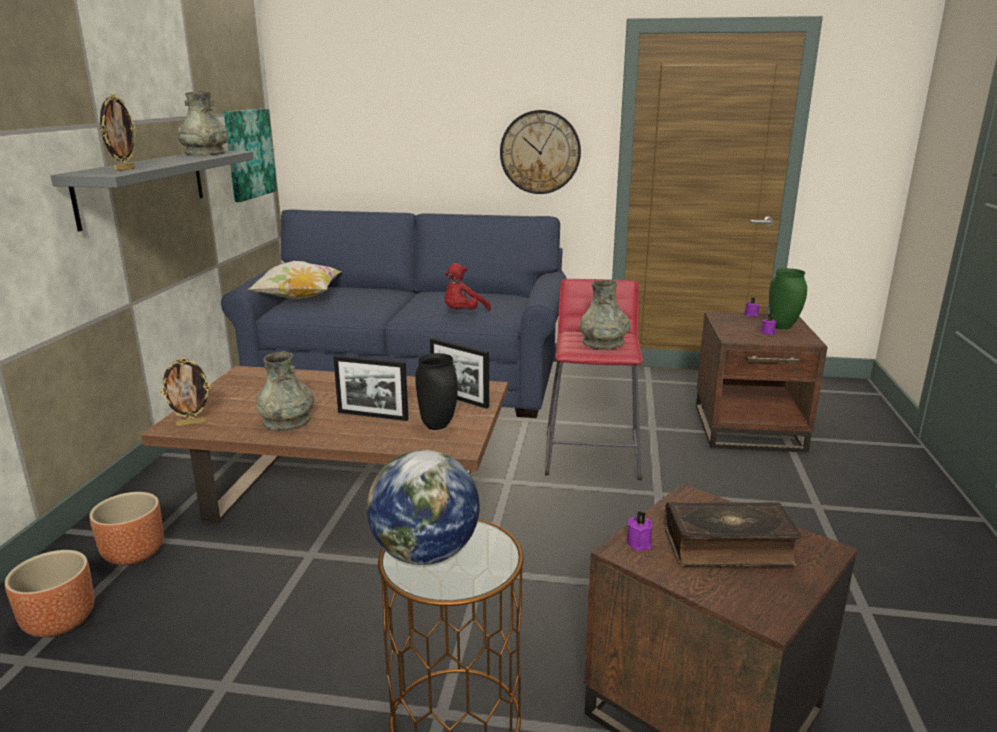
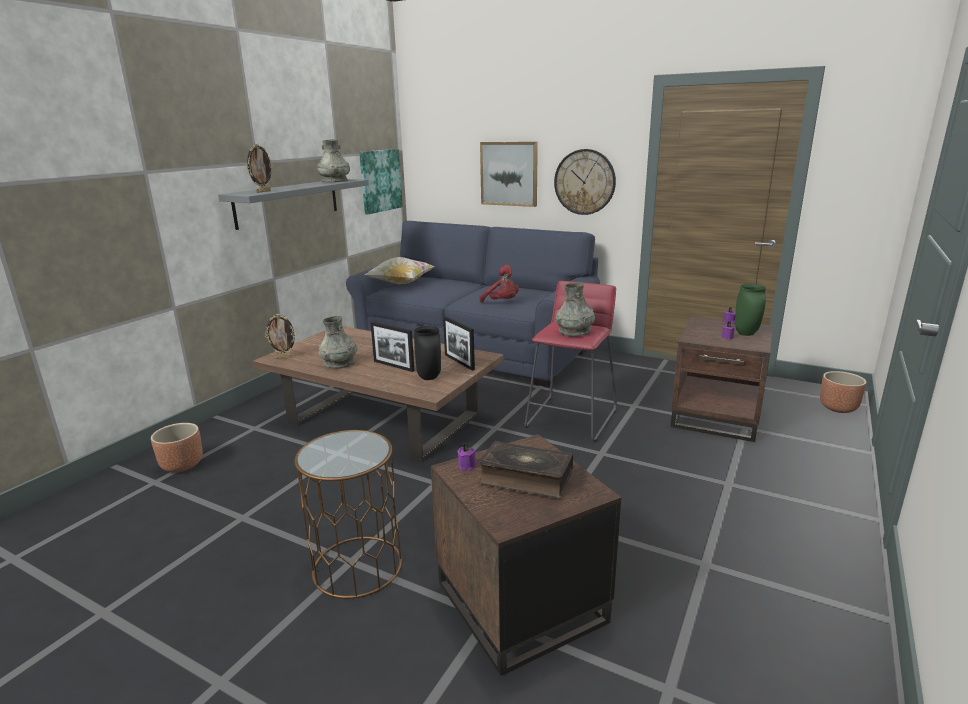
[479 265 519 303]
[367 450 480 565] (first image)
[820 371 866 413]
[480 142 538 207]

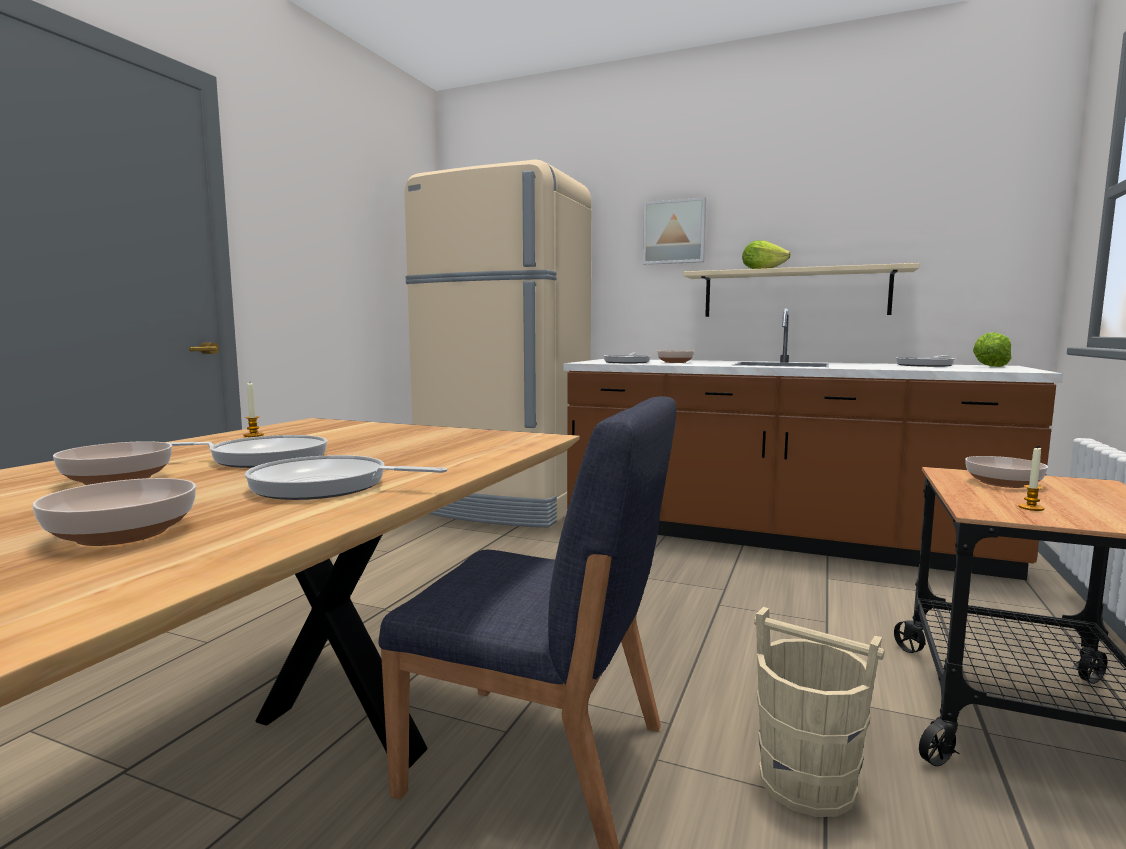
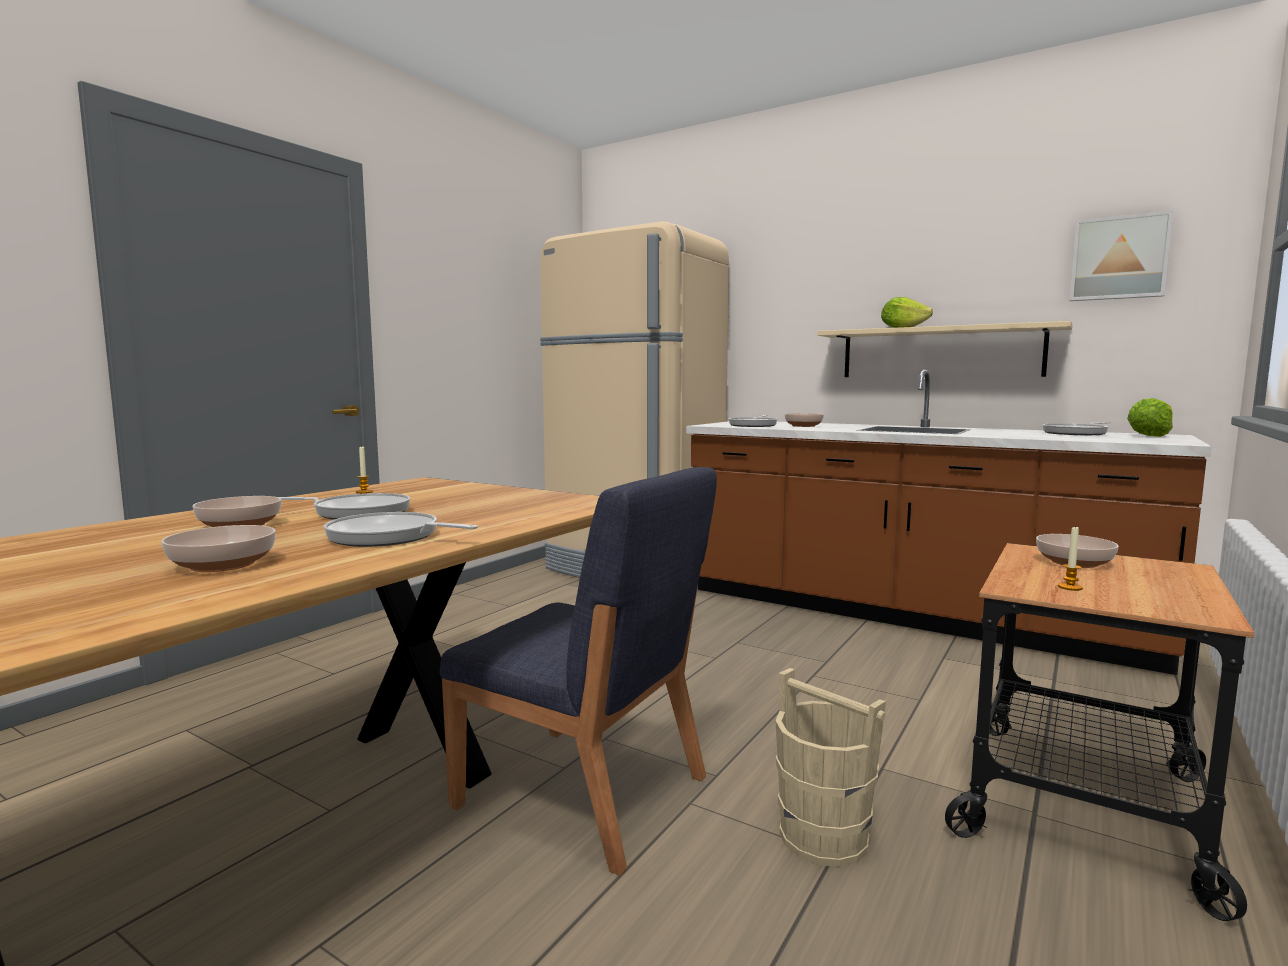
[1070 211 1173 301]

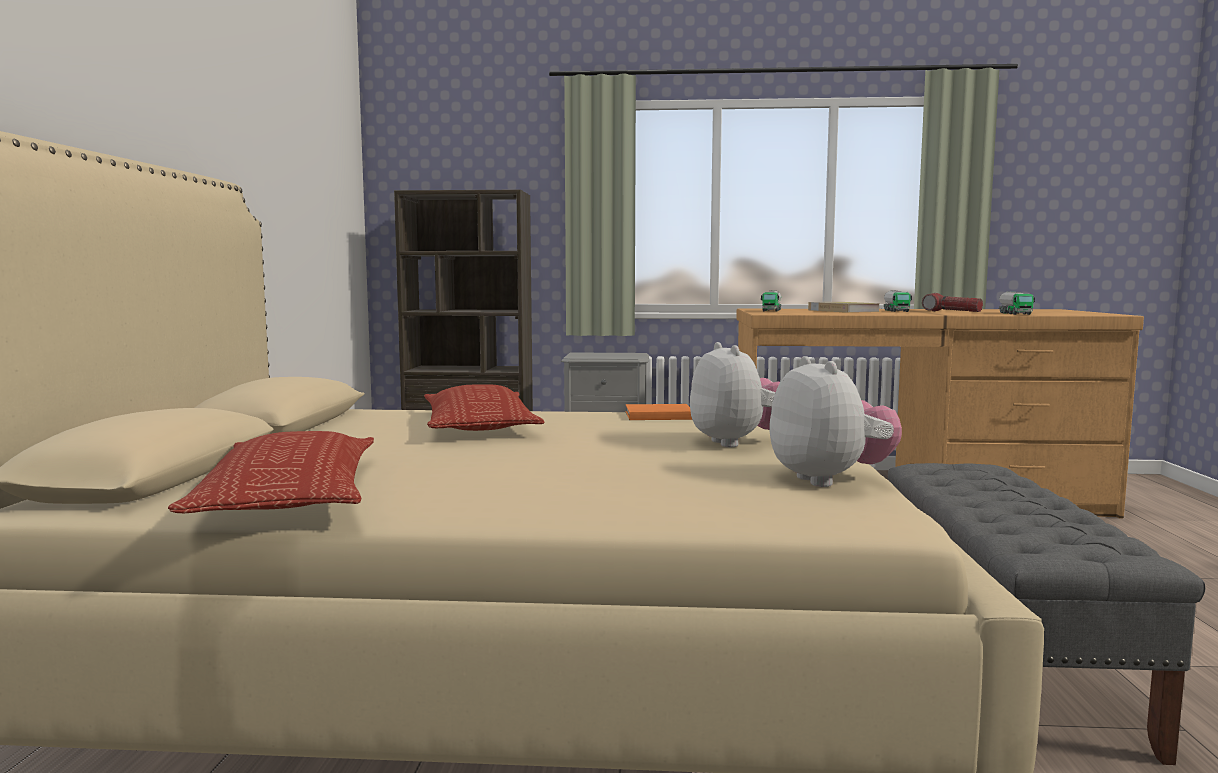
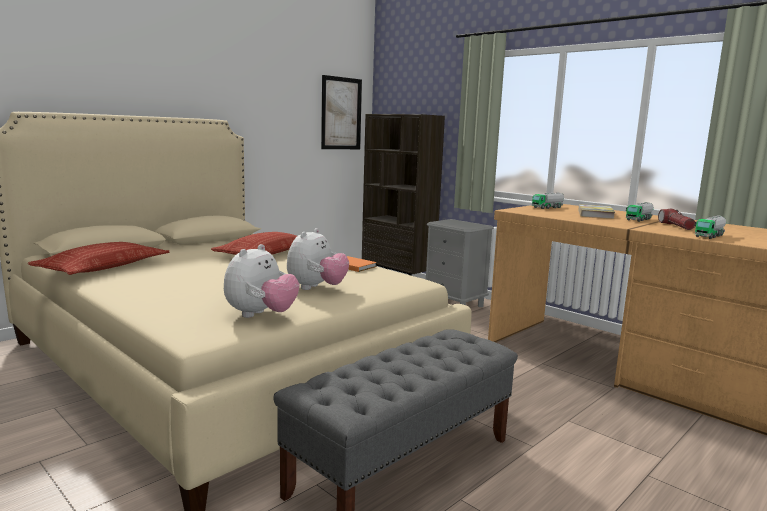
[321 75 362 149]

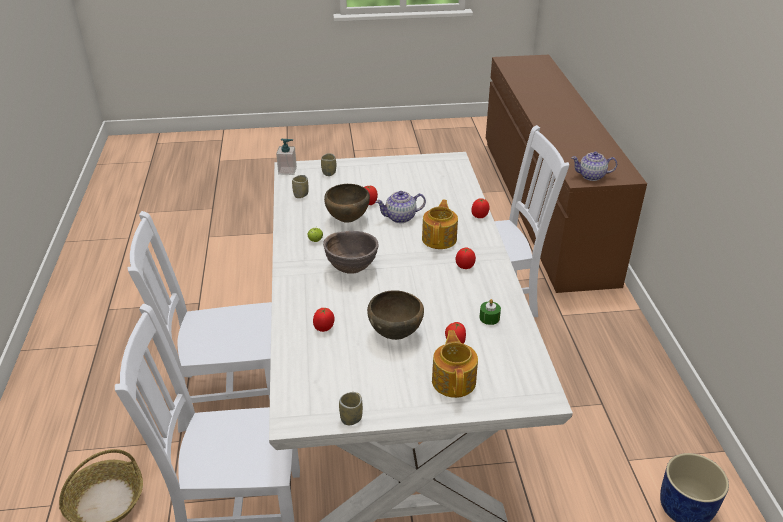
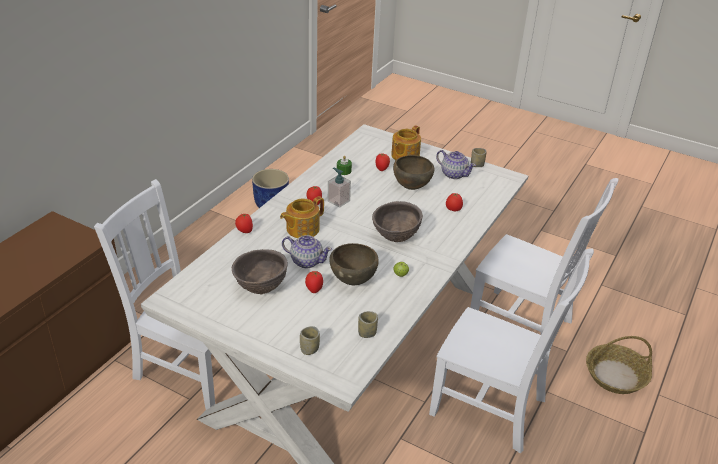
[328 168 351 208]
[436 150 476 179]
[232 249 288 295]

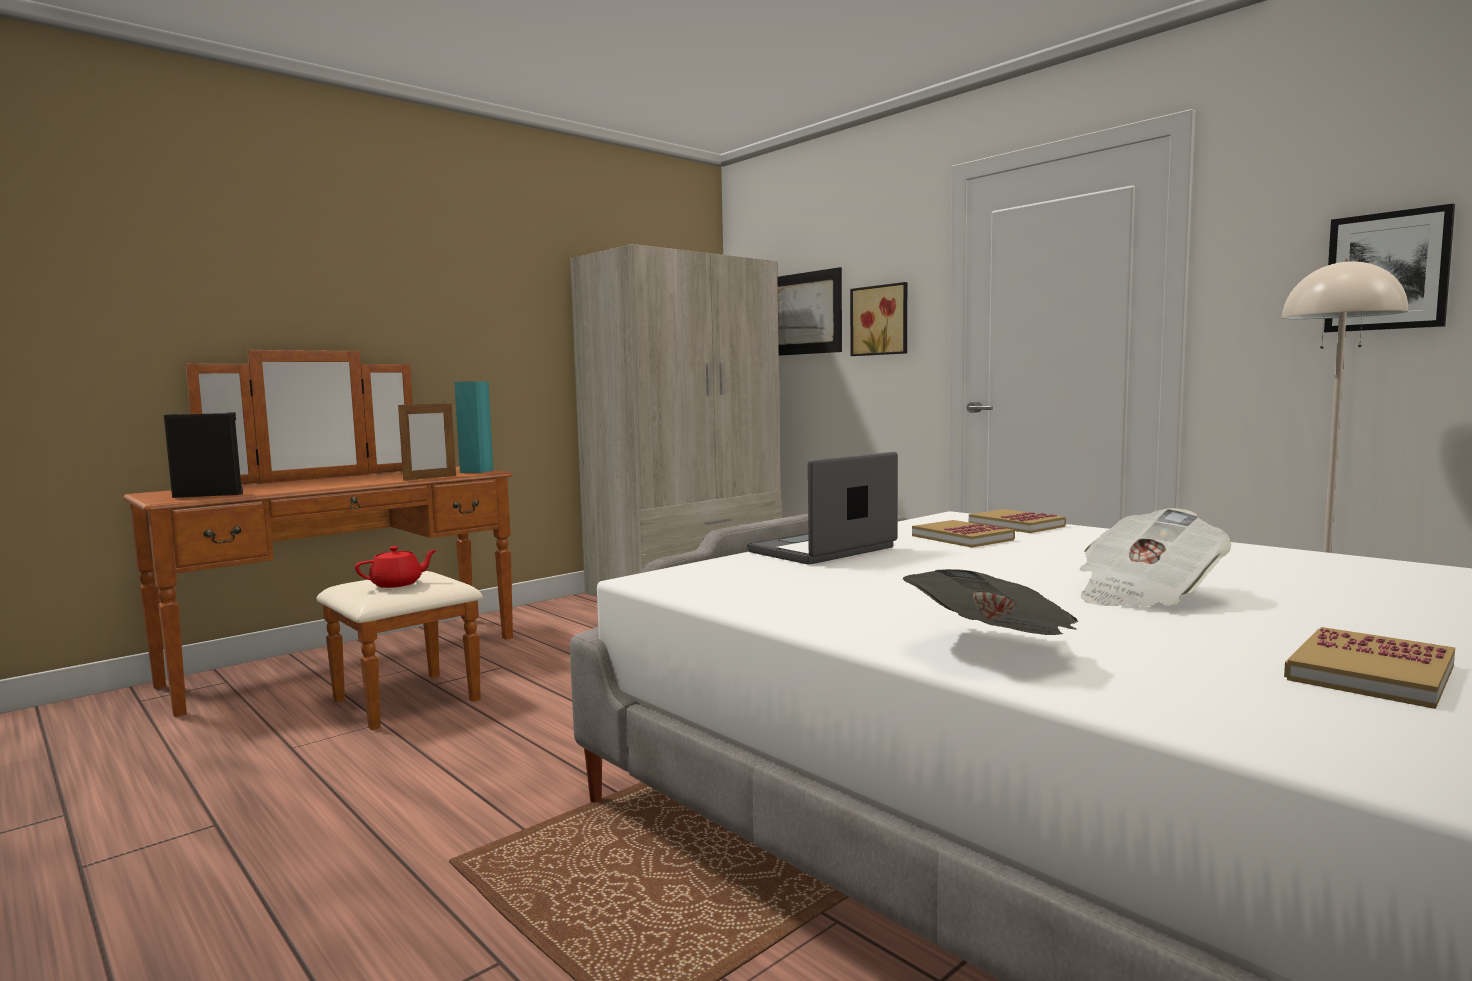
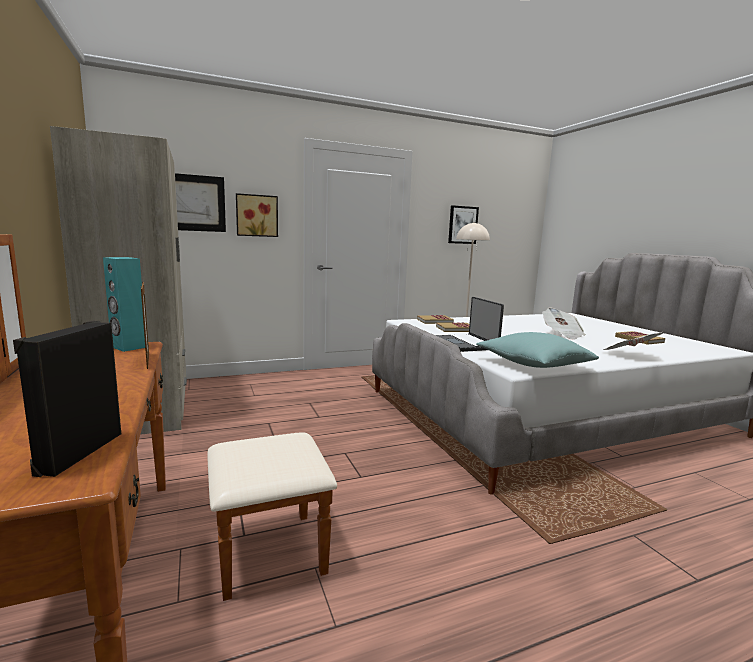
[355 546 437 588] (first image)
[476 332 599 368]

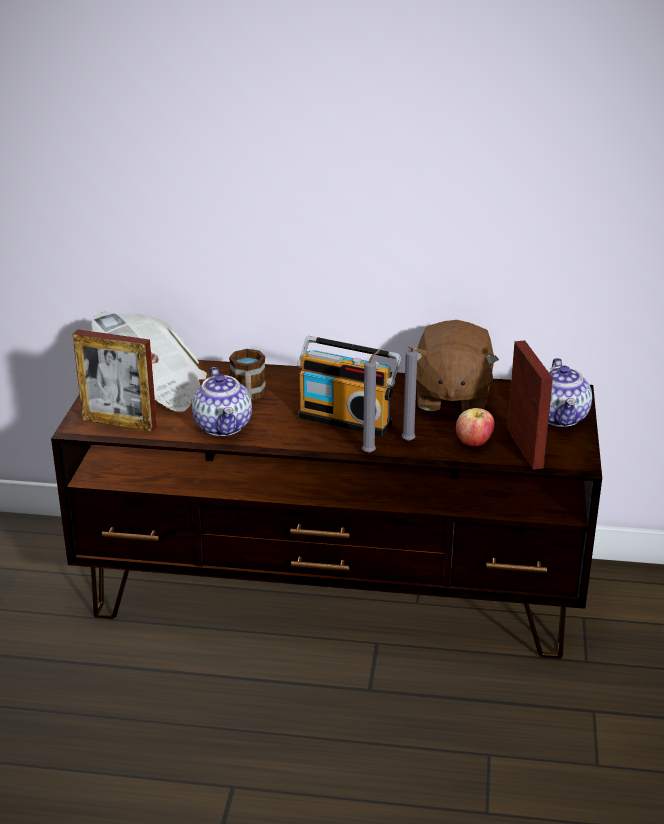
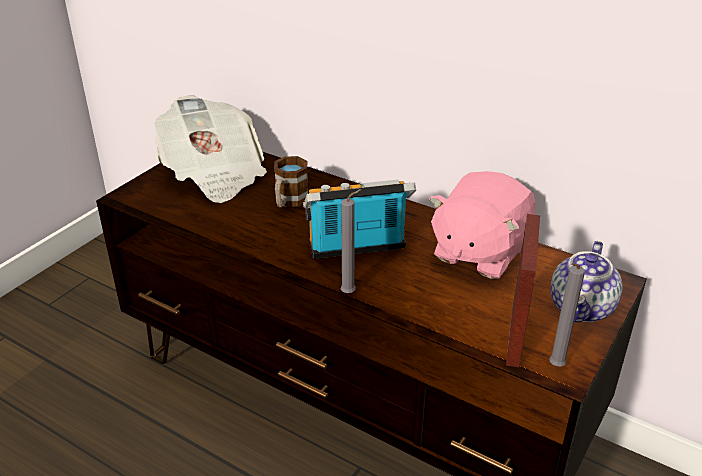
[429 171 535 279]
[73 329 157 432] (first image)
[303 180 416 259]
[549 263 585 366]
[192 367 252 436] (first image)
[456 408 495 447] (first image)

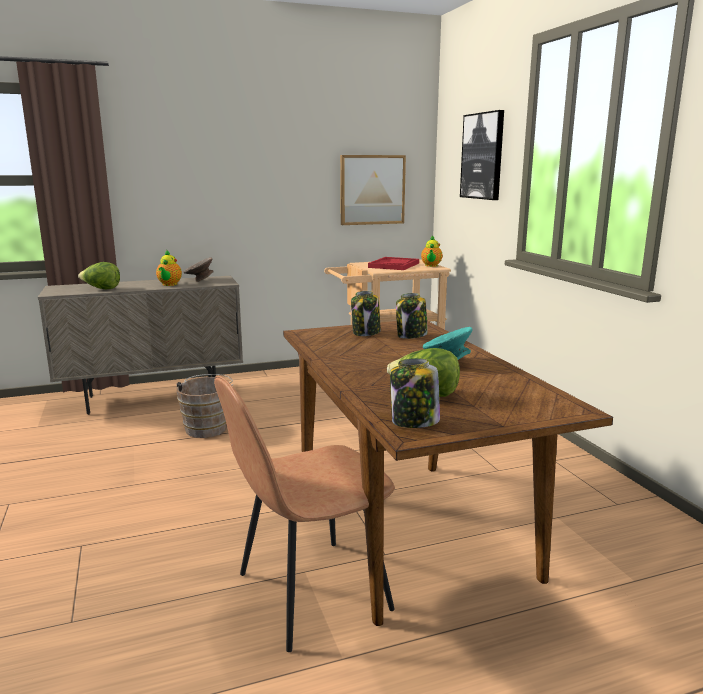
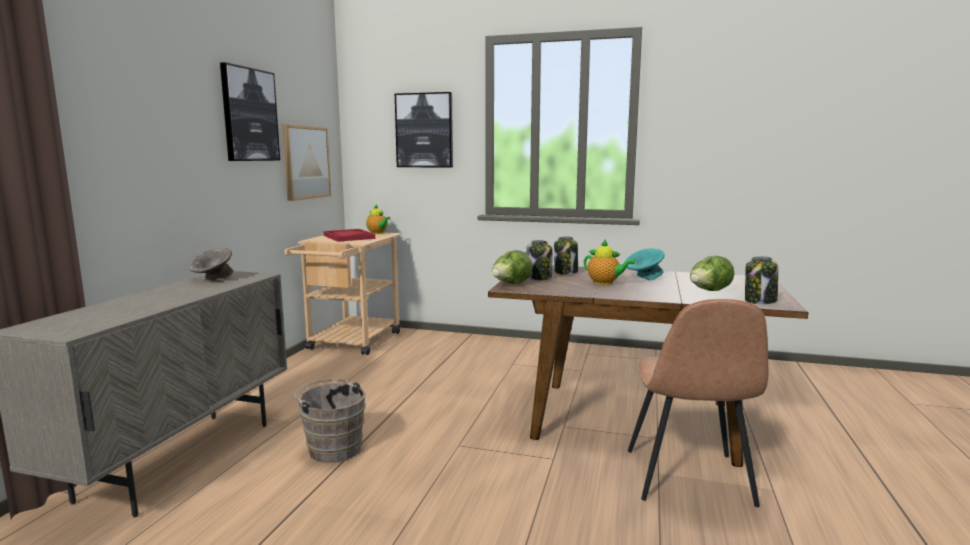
[583 239 636 285]
[492 250 533 284]
[220 62 280 161]

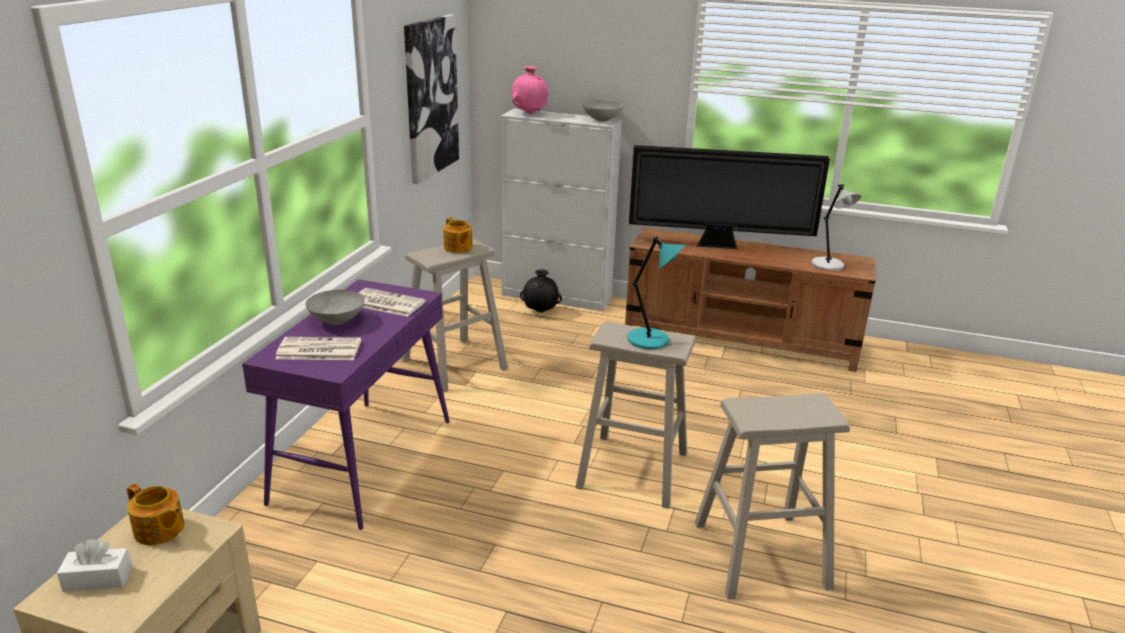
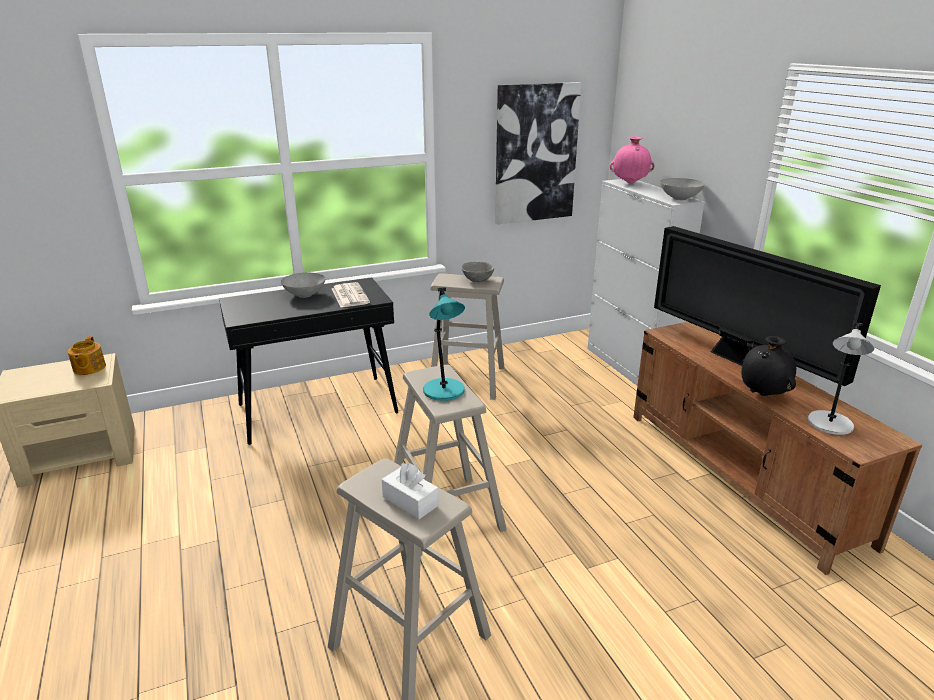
[461 262 494 282]
[742 336 796 396]
[219 277 398 445]
[275 337 361 360] (first image)
[382 463 439 519]

